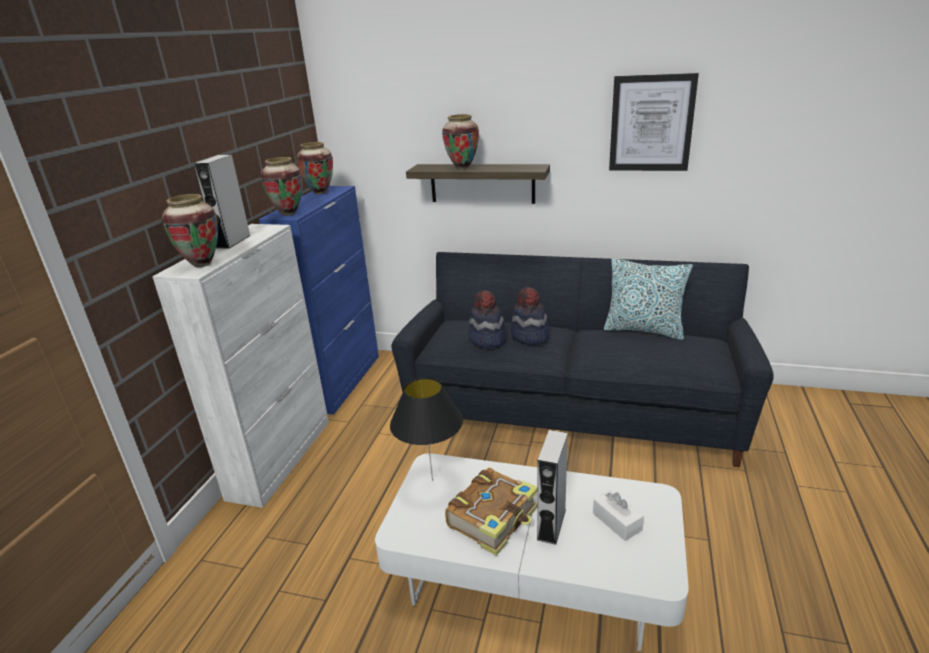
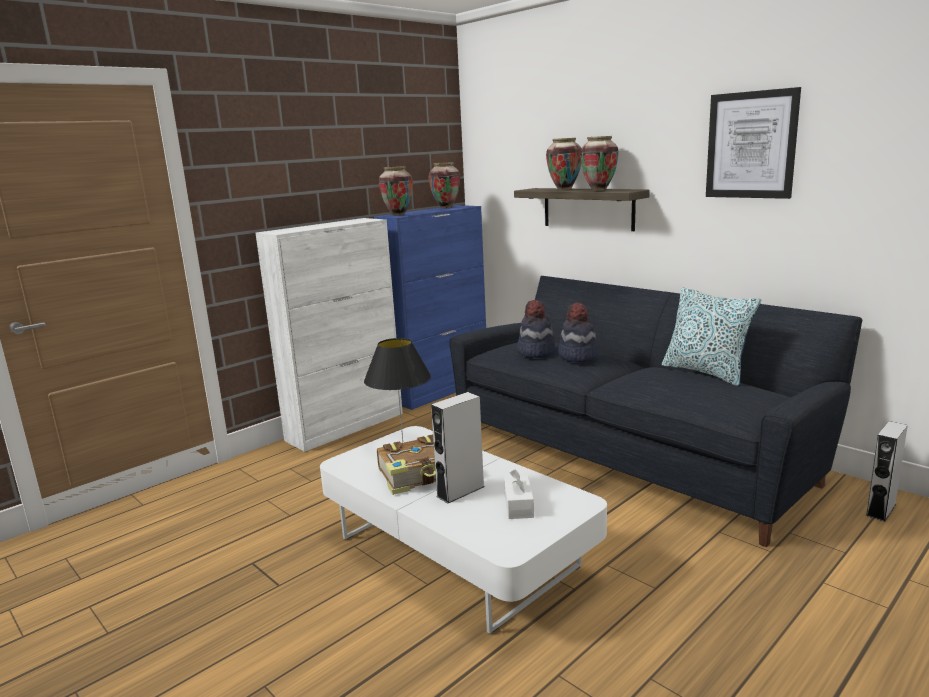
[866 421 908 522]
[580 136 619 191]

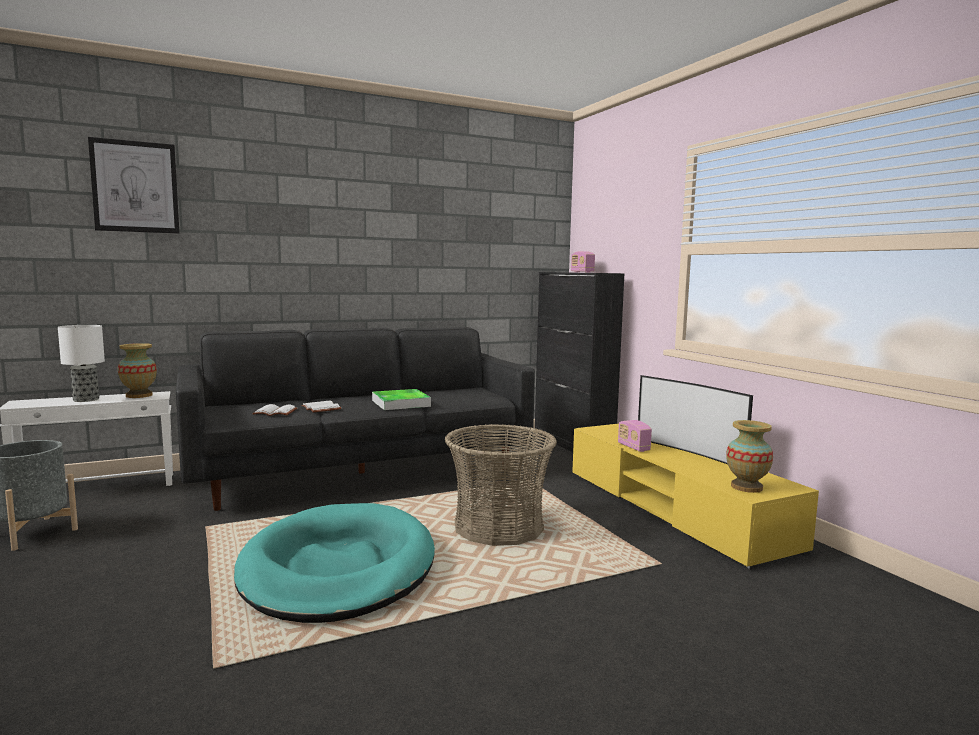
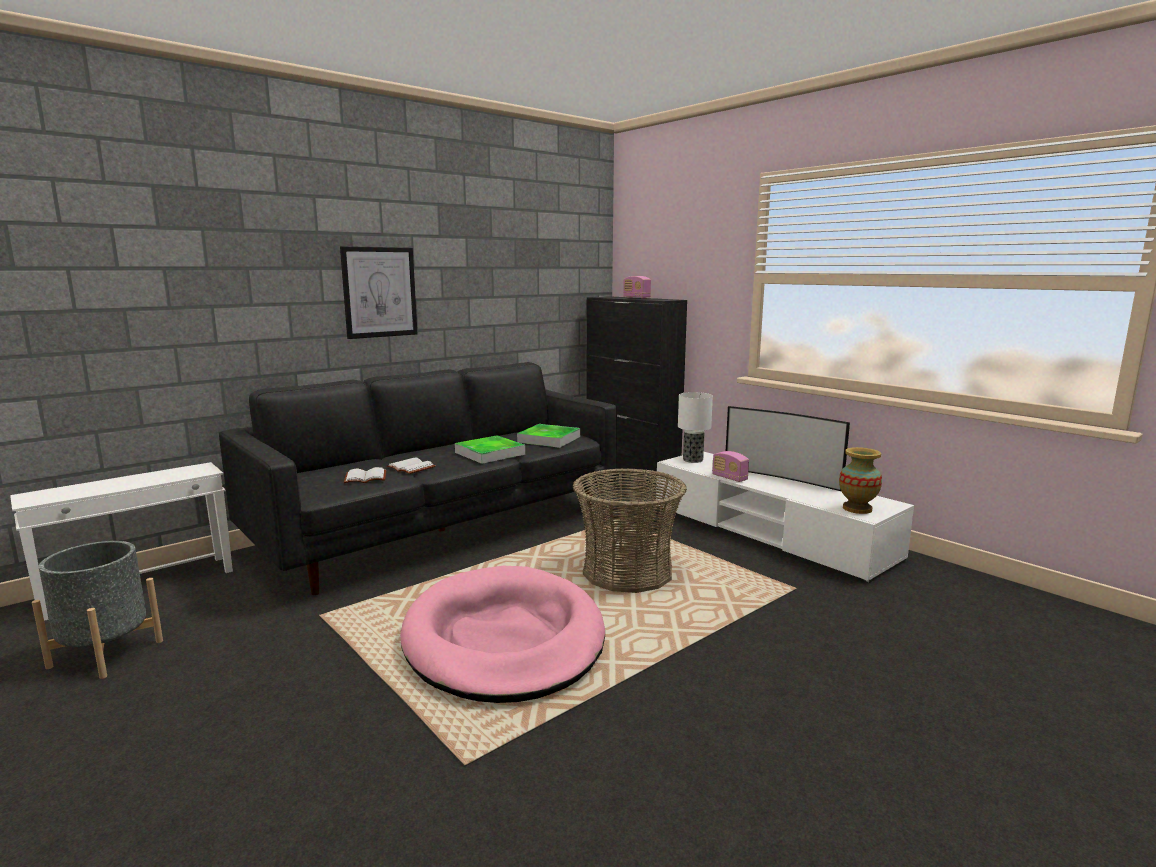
[340 246 418 339]
[678 392 713 463]
[118 343 157 398] (first image)
[656 452 914 583]
[400 566 605 703]
[517 424 580 448]

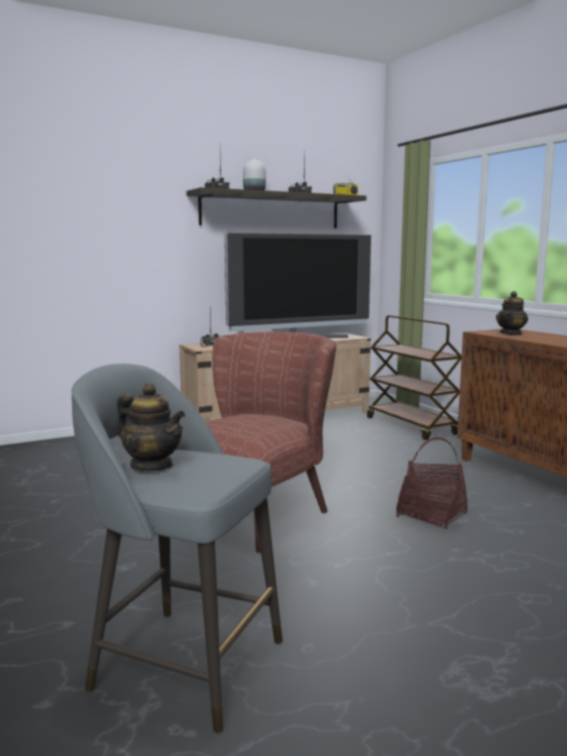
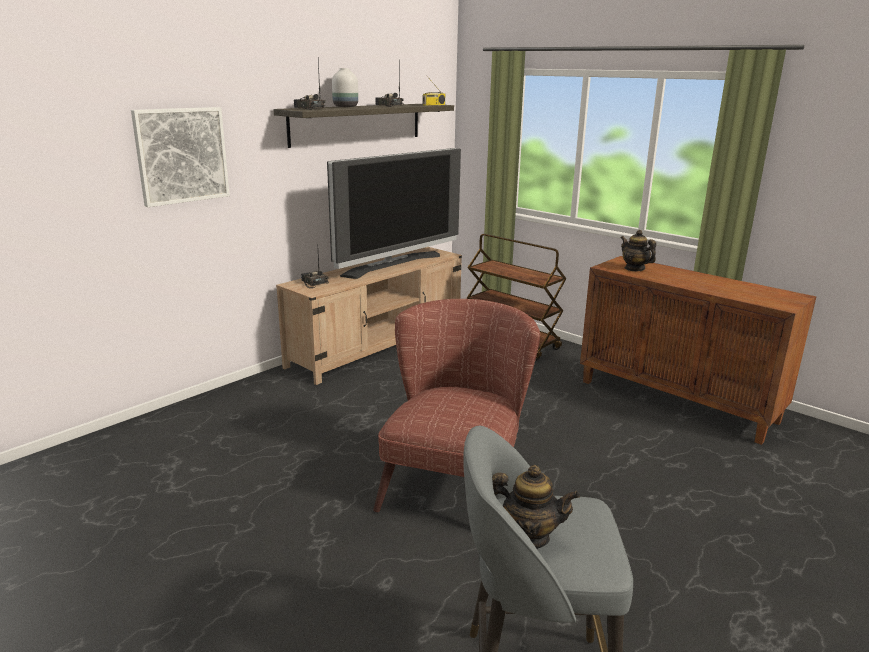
[621 230 656 271]
[396 437 468 529] (first image)
[131 107 230 207]

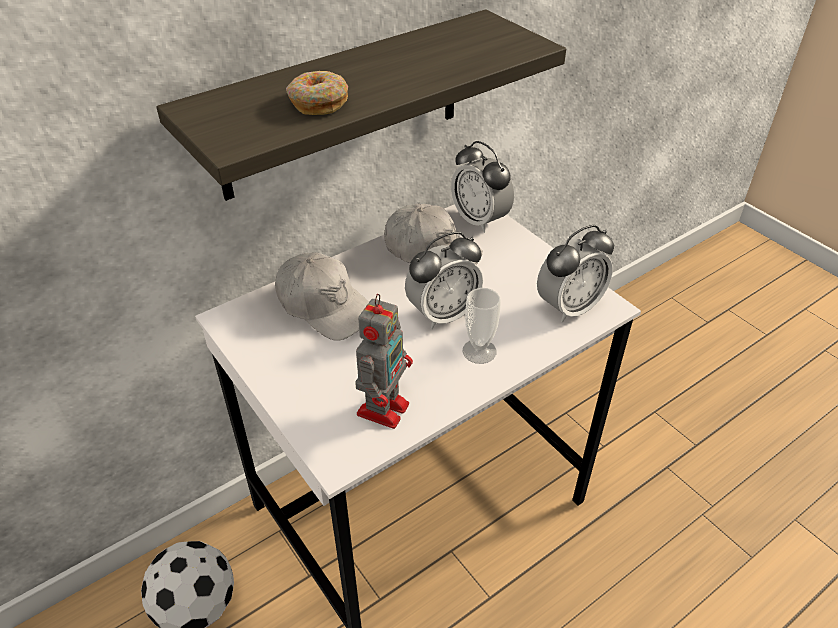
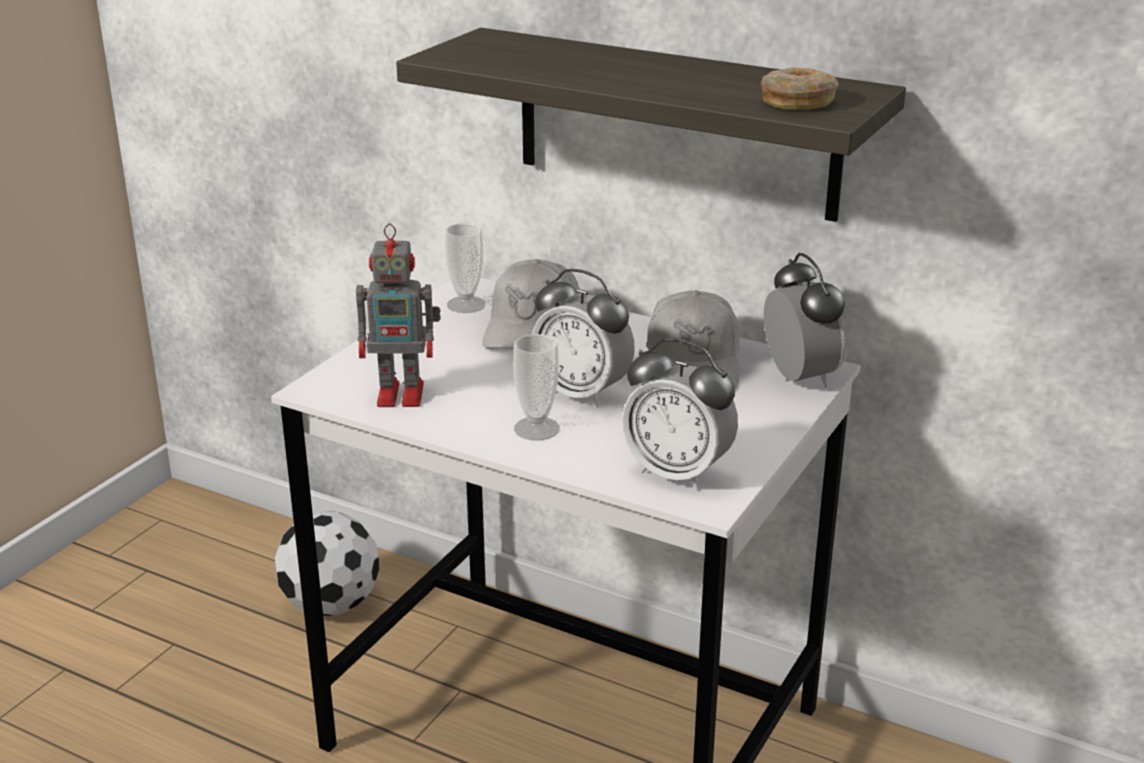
[761 67 839 109]
[764 253 845 388]
[445 223 486 313]

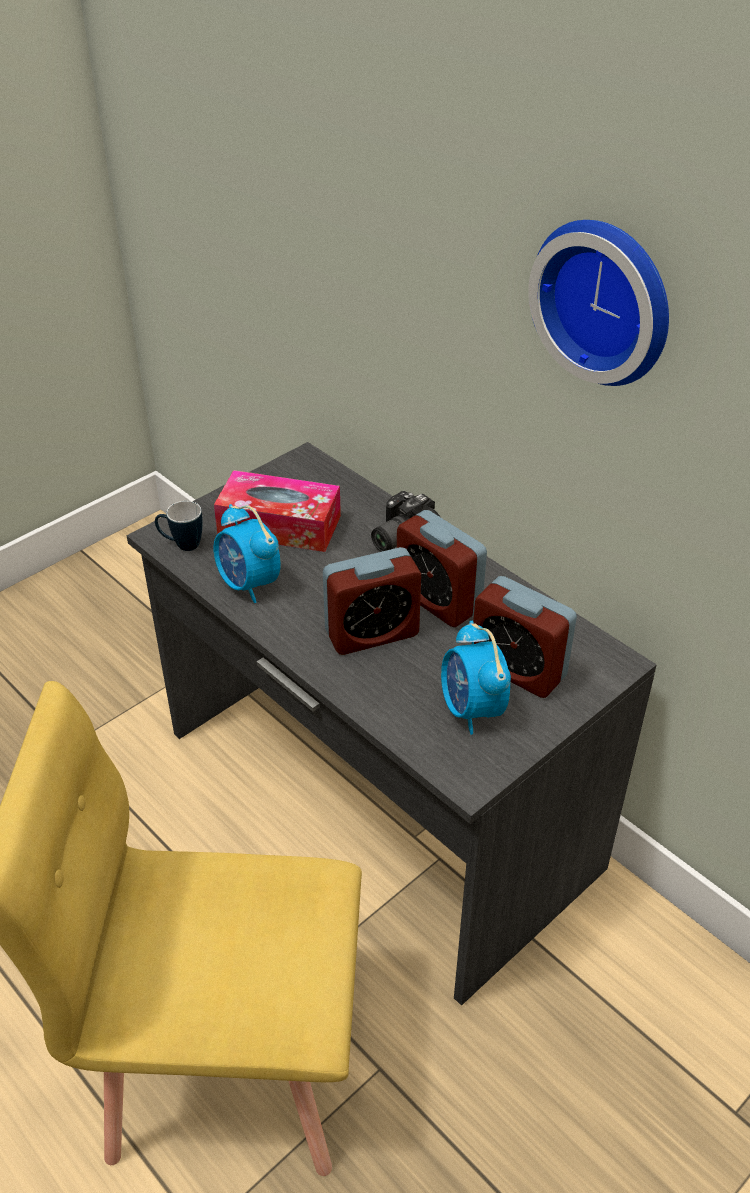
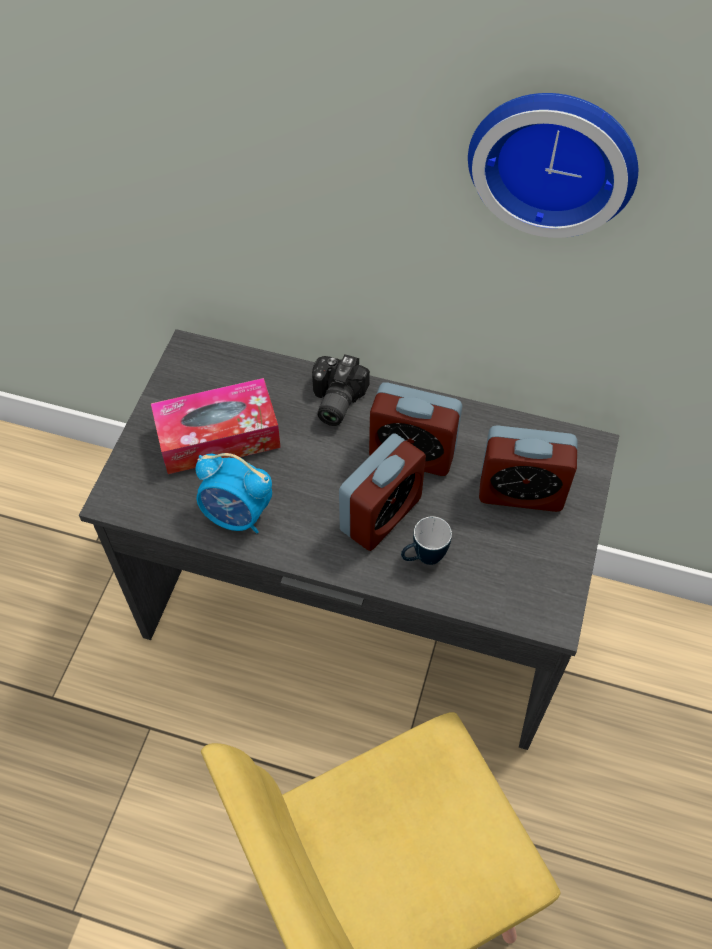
[401 516 452 565]
[441 621 511 735] (first image)

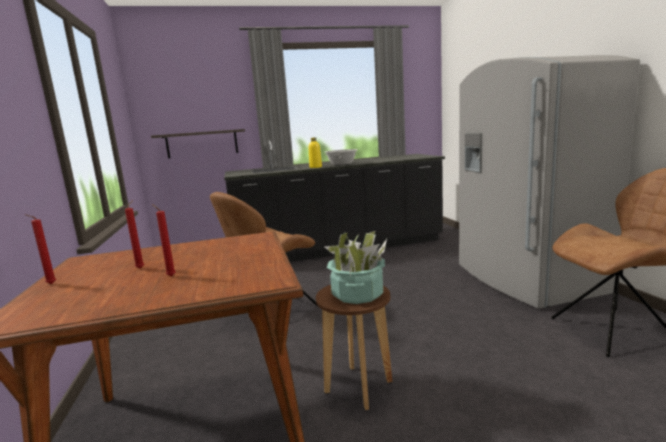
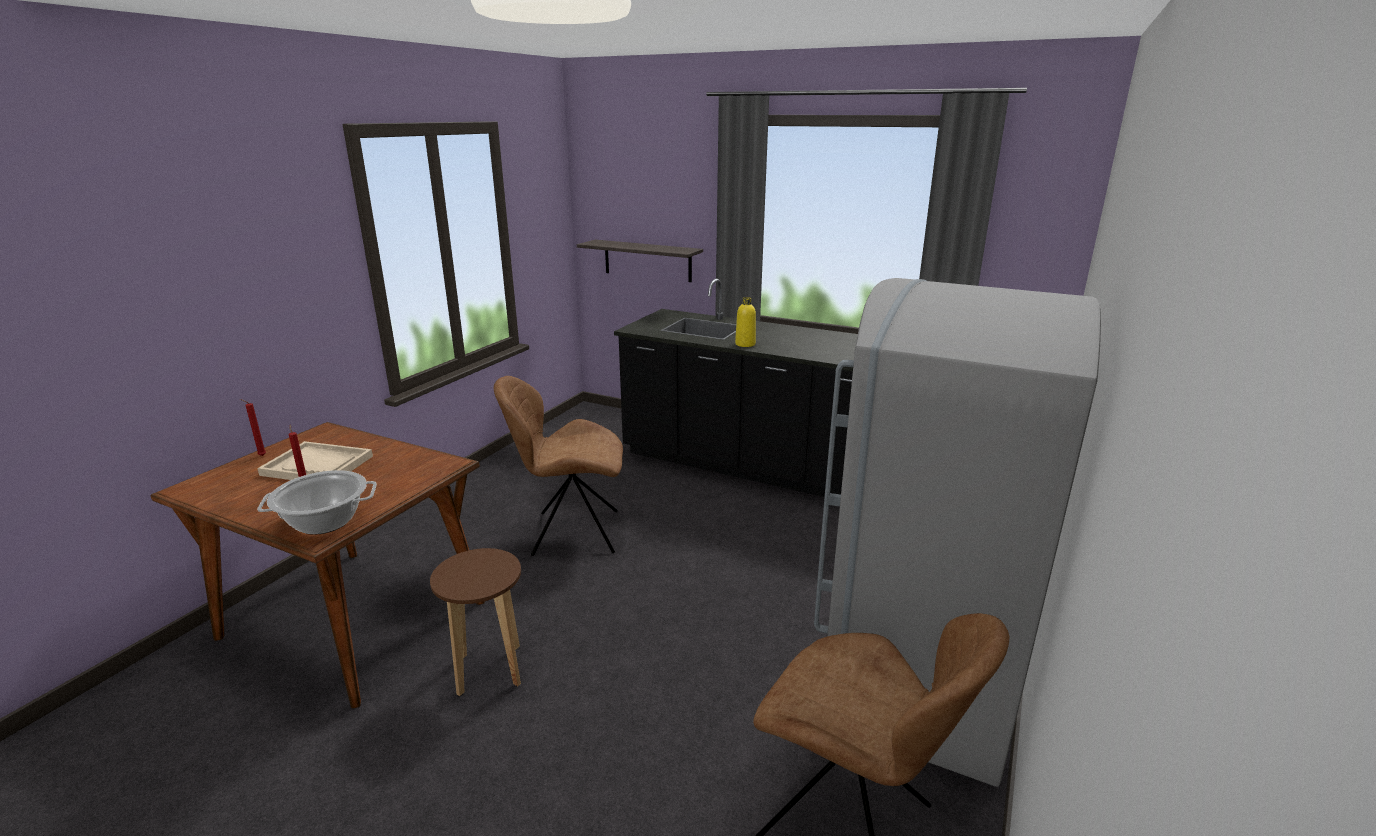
[257 470 377 535]
[257 441 373 480]
[324 231 387 304] (first image)

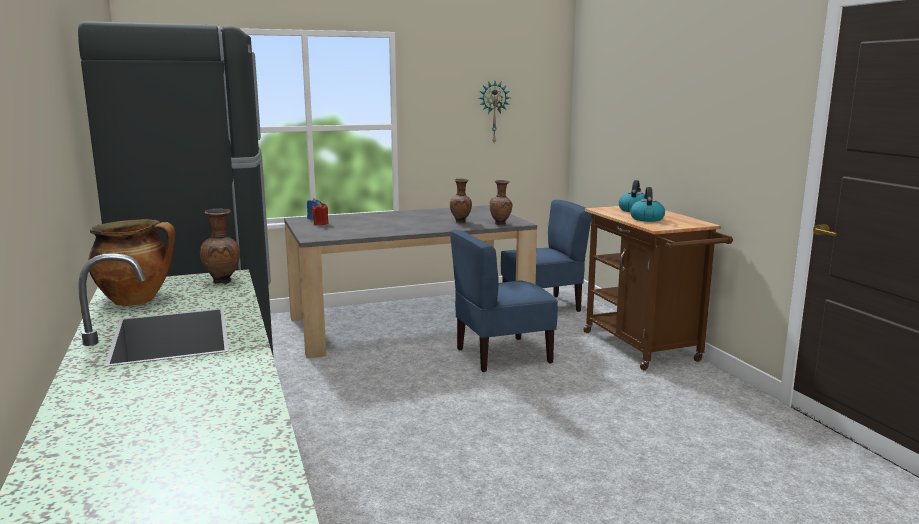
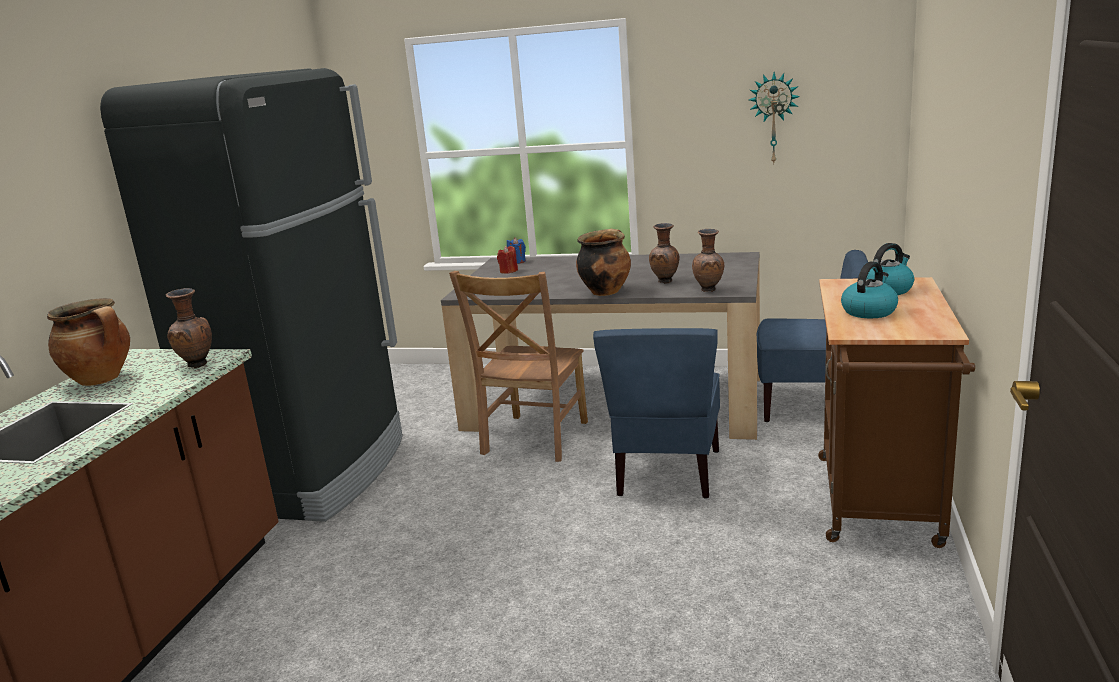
[593 328 720 499]
[576 228 631 296]
[449 271 588 462]

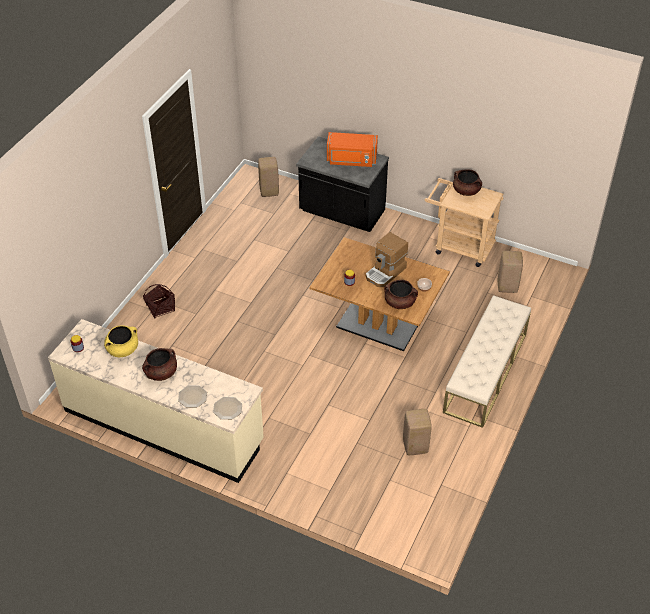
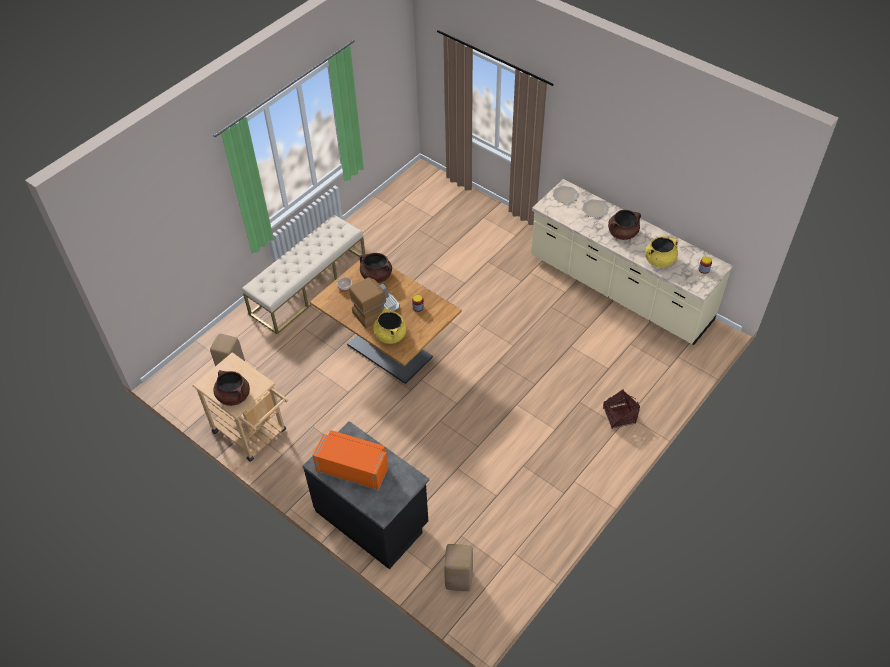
[403 409 432 455] (first image)
[373 308 407 344]

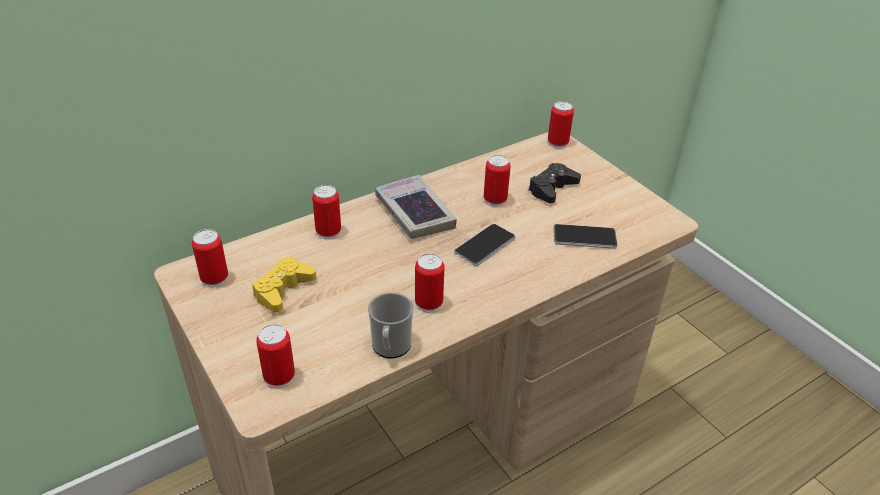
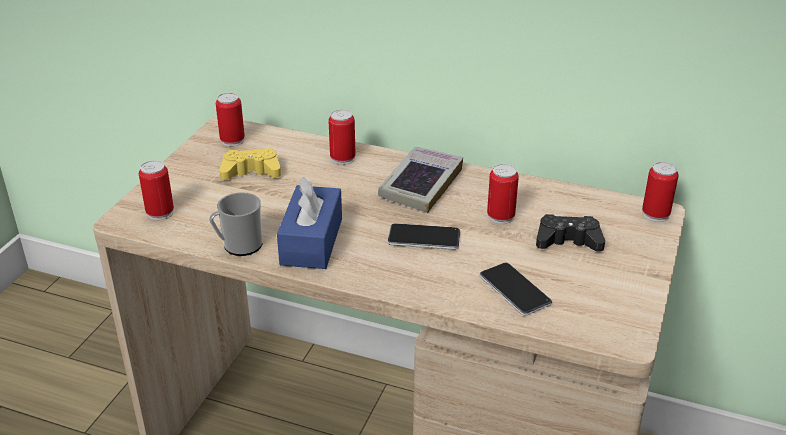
[277 177 342 269]

